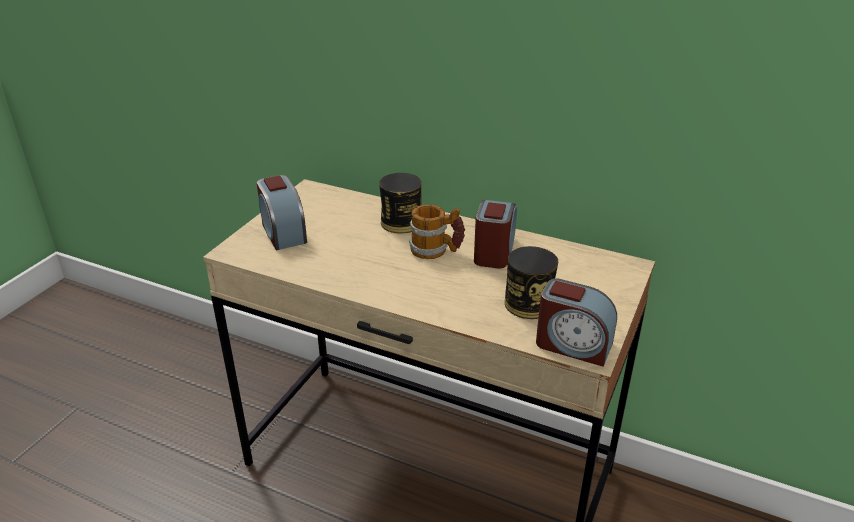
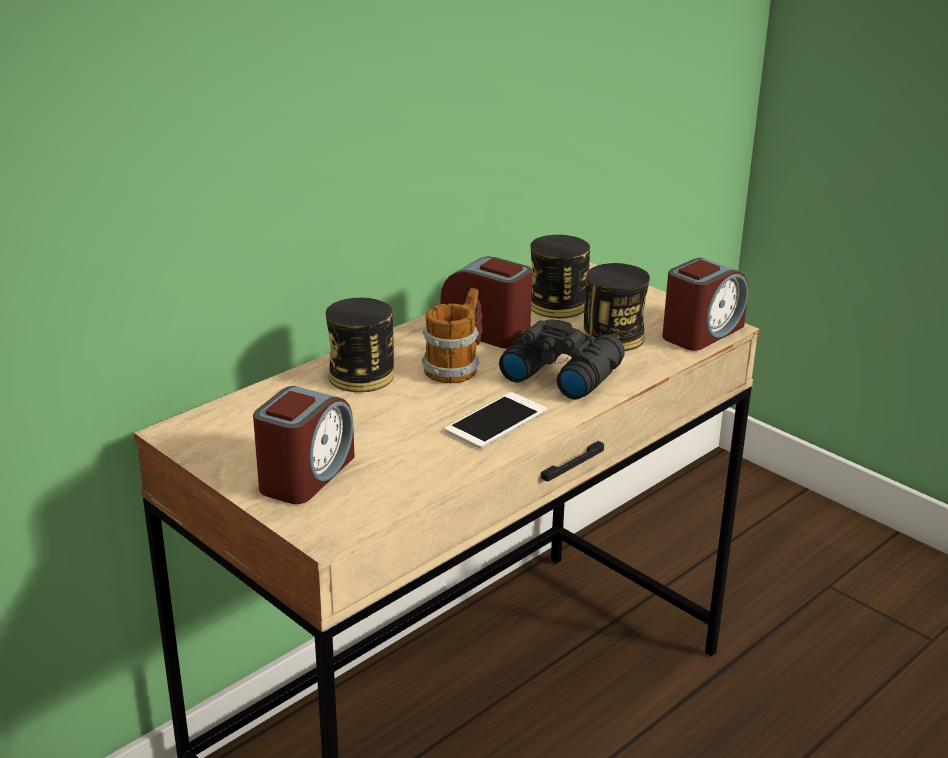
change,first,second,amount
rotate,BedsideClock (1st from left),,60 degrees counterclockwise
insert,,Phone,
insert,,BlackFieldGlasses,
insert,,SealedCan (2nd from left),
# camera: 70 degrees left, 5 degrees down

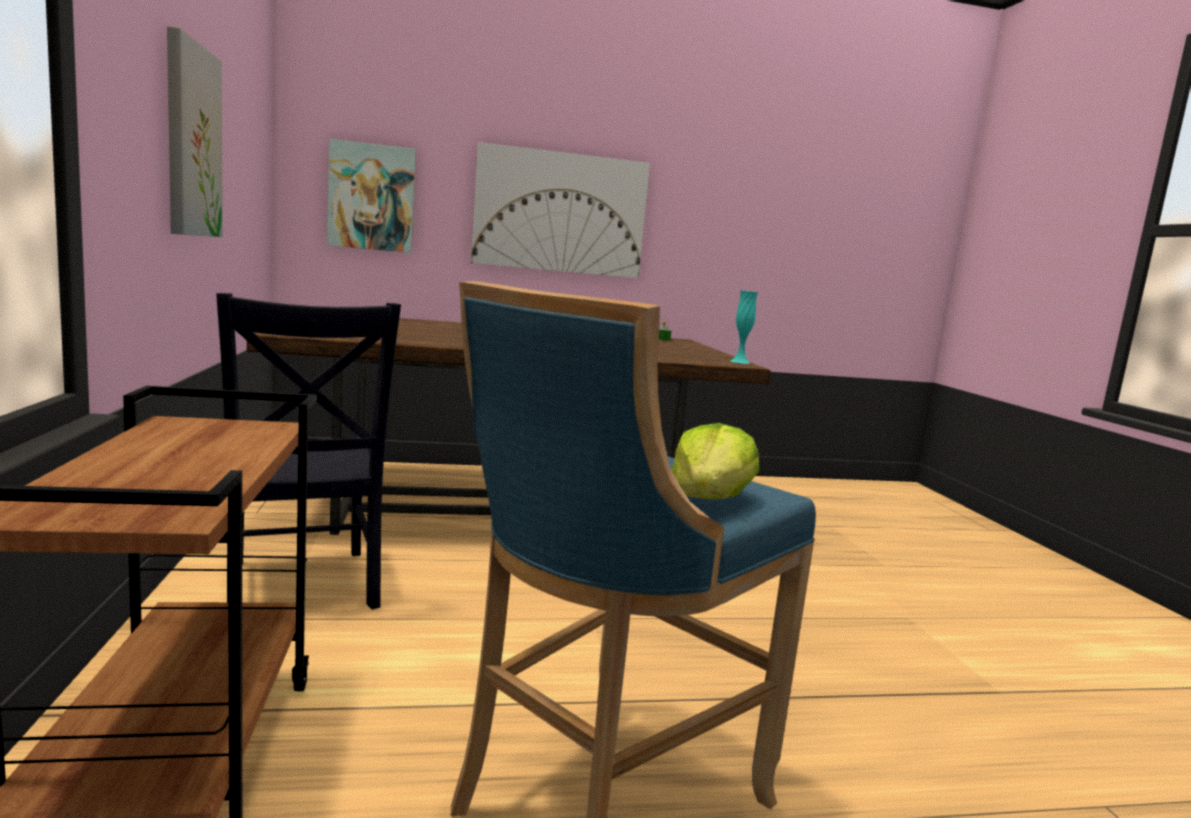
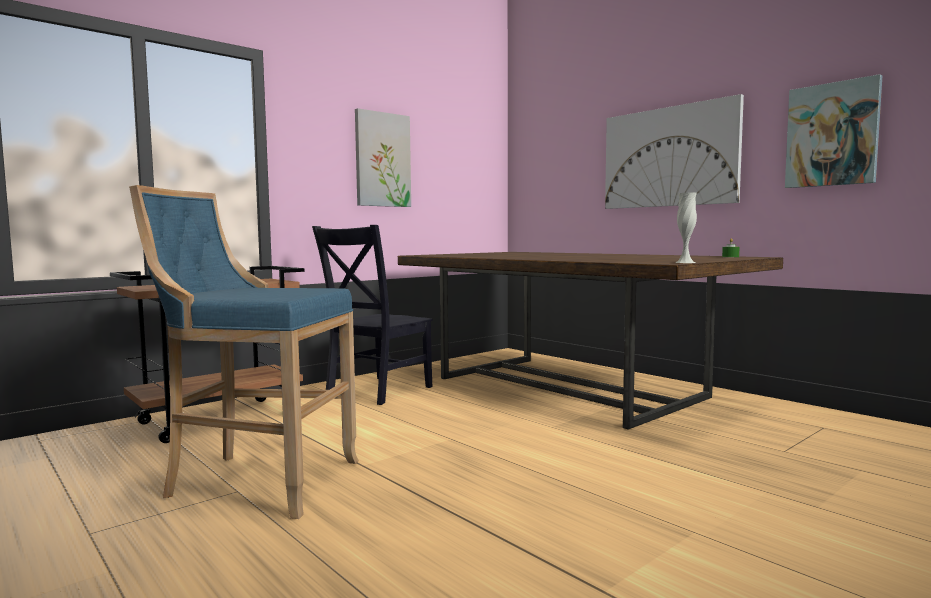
change,first,second,amount
move,WallPicture (2nd from left in the first image),WallPicture (3rd from left),
delete,Lettuce,,
recolor,BlueGreenFlowerVase,WhiteColouredFlowerVase,
# camera: 60 degrees right, 5 degrees down

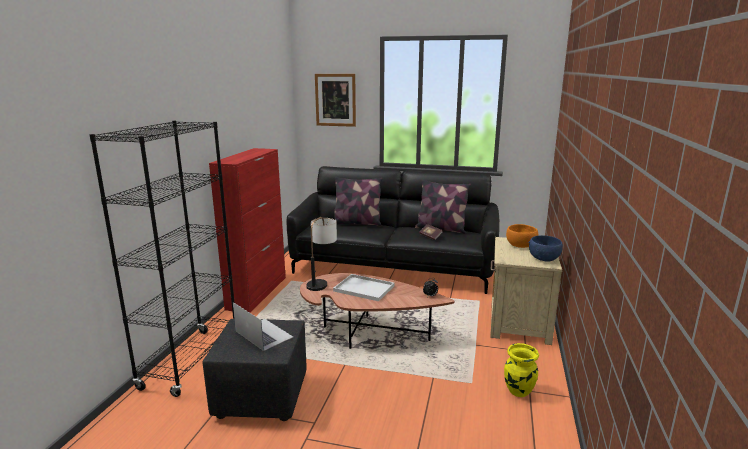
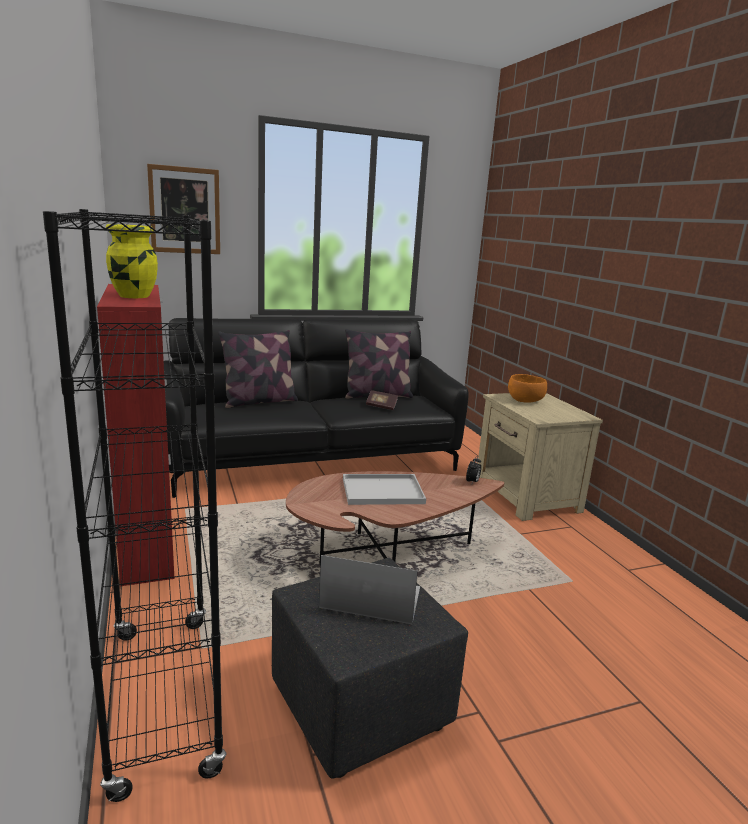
change,first,second,amount
delete,TableLamp,,
move,YellowColouredFlowerVase,,
delete,BlueServingBowl,,
# camera: 35 degrees left, 0 degrees up

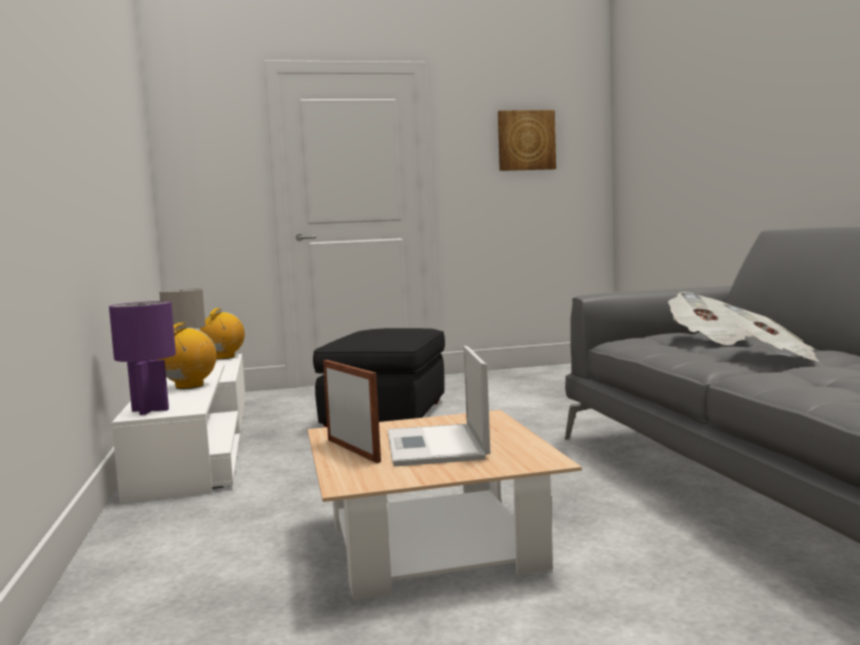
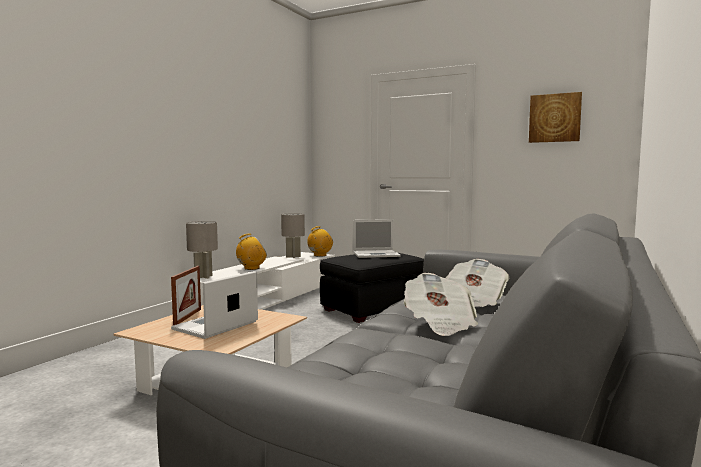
change,first,second,amount
recolor,PurpleTableLamp,GreyTableLamp (1st from left),
insert,,Laptop (2nd from left),
# camera: 40 degrees right, 0 degrees up

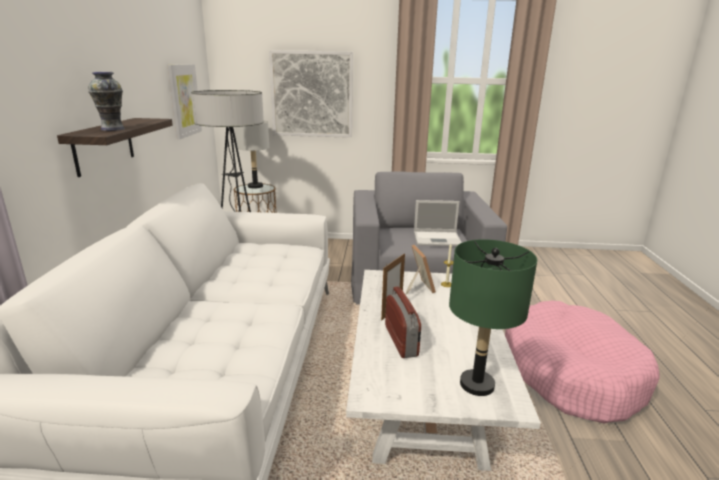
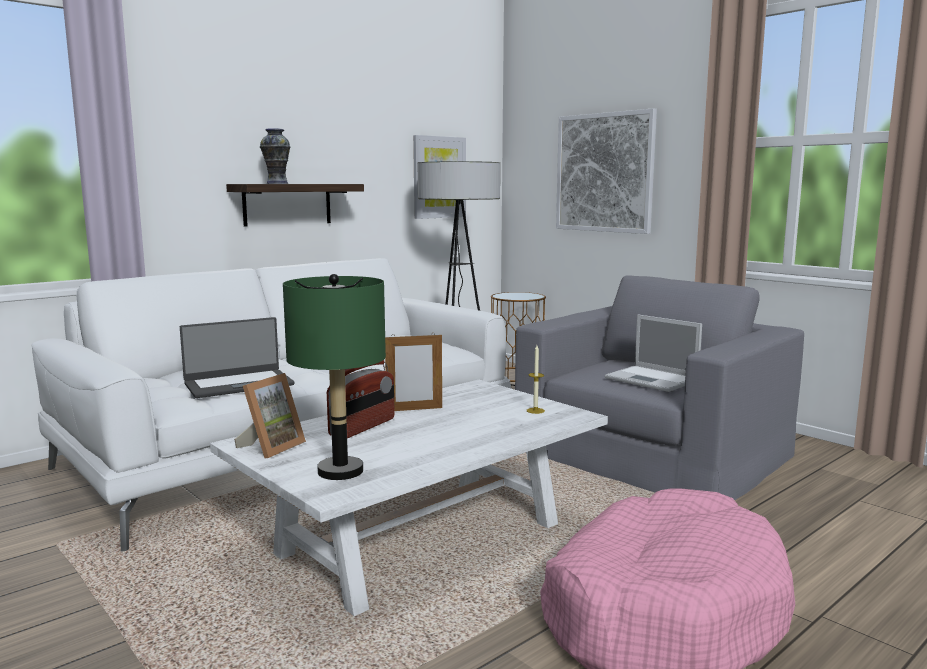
change,first,second,amount
delete,GreyTableLamp,,
move,PictureFrame (2nd from left in the first image),PictureFrame (1st from left),
insert,,Laptop (1st from left),
# camera: 45 degrees right, 10 degrees down

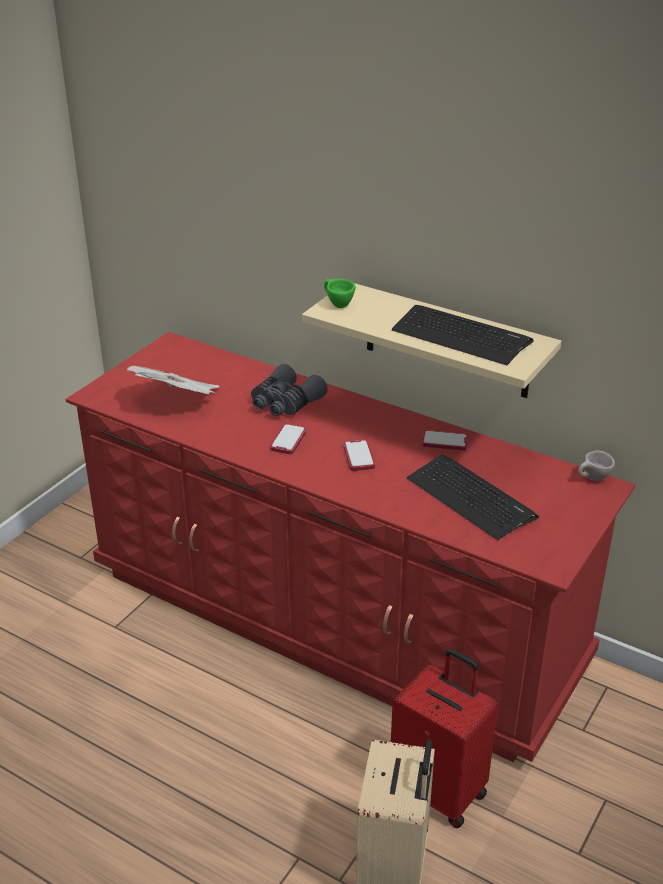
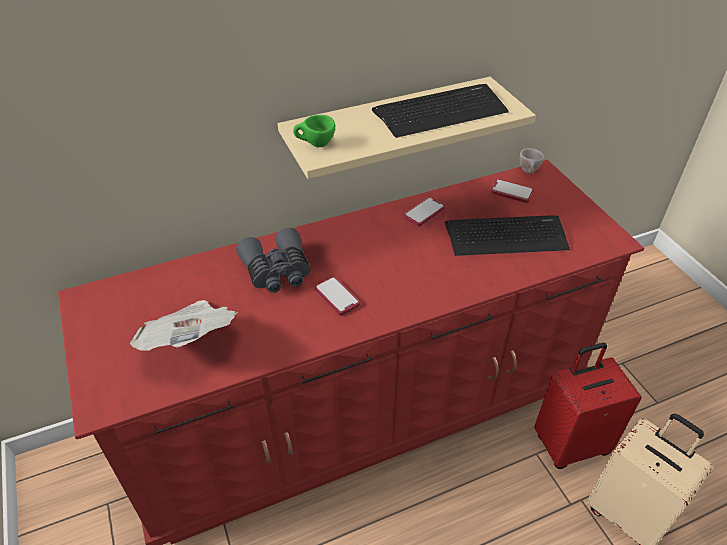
change,first,second,amount
move,Phone (2nd from left in the first image),Phone (3rd from left),
# camera: 55 degrees left, 10 degrees up

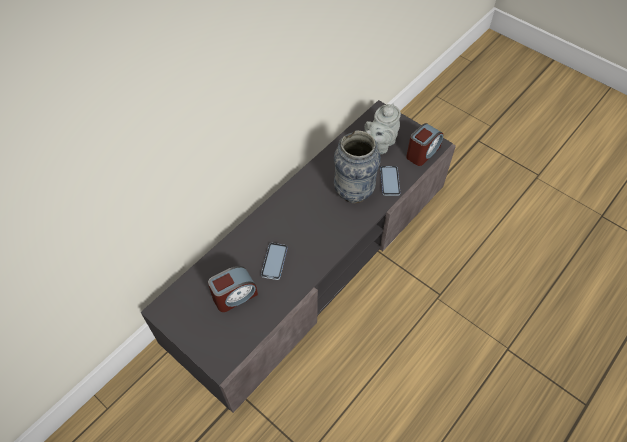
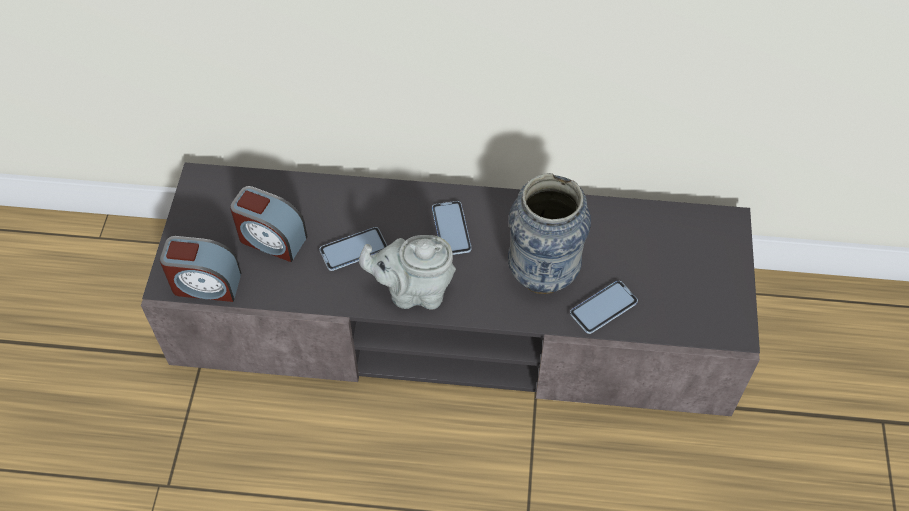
change,first,second,amount
move,GreyTeapot,,
move,BedsideClock (2nd from left in the first image),BedsideClock (1st from left),
insert,,Phone (2nd from left),
# camera: 55 degrees right, 0 degrees up

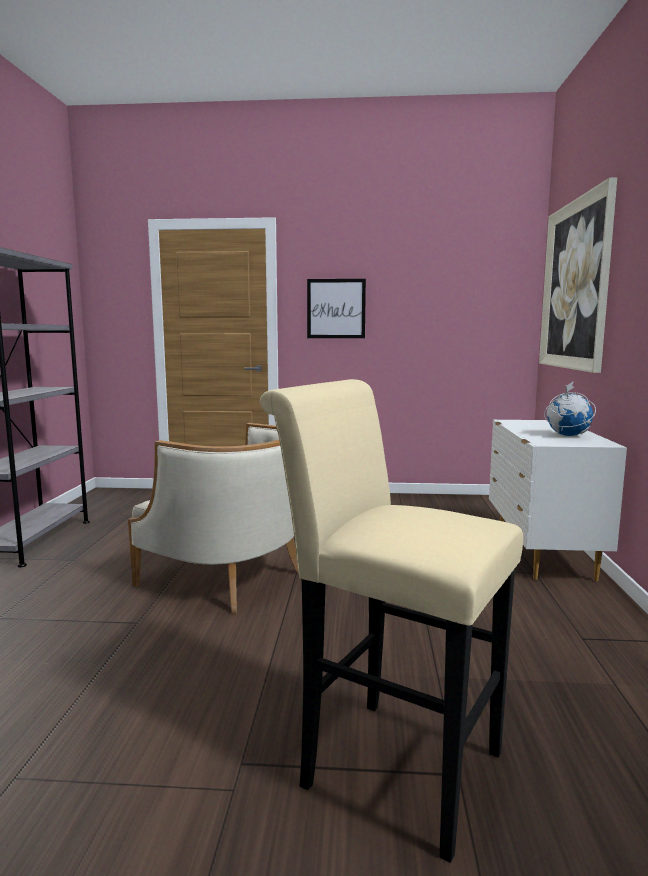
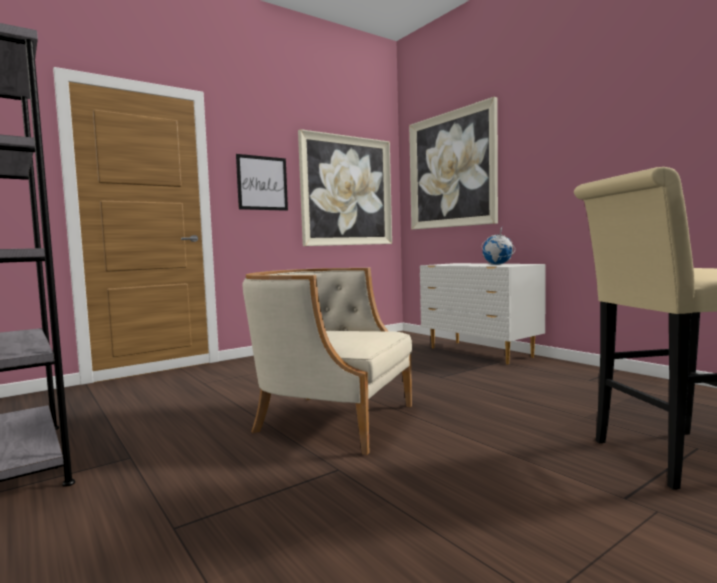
change,first,second,amount
rotate,SandColouredArmchair,,150 degrees counterclockwise
insert,,WallPicture (2nd from left),
# camera: 40 degrees left, 5 degrees down

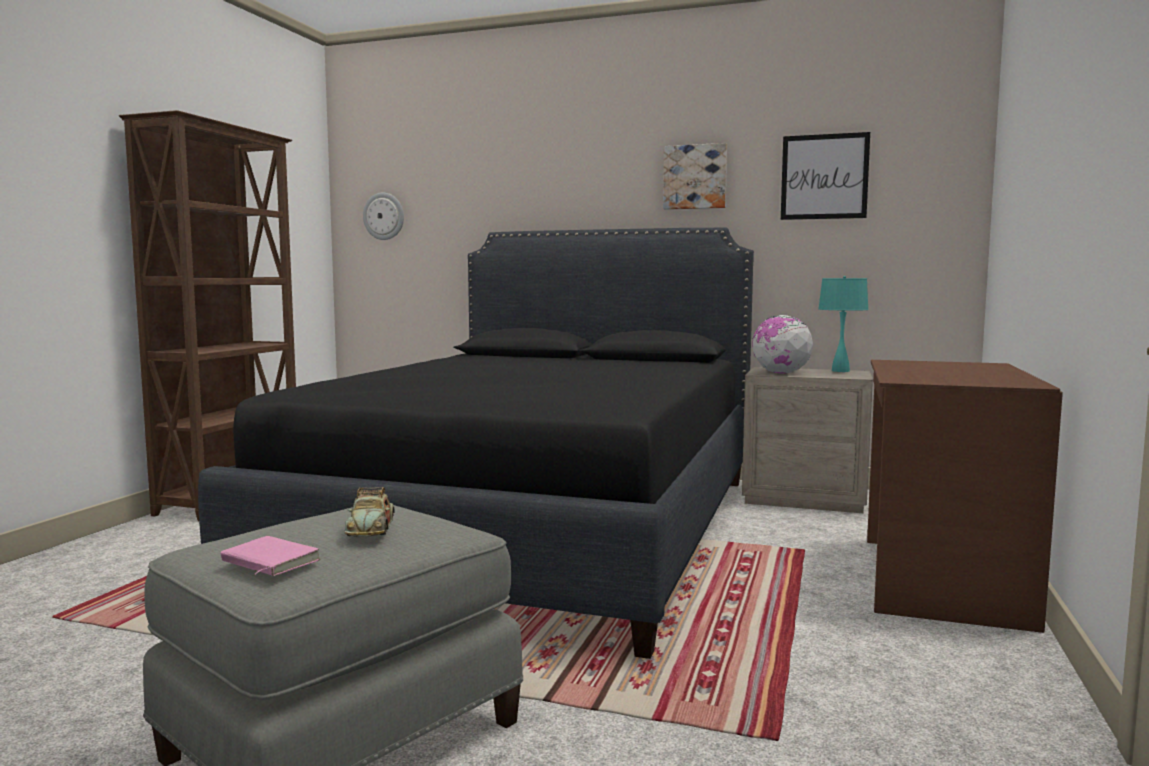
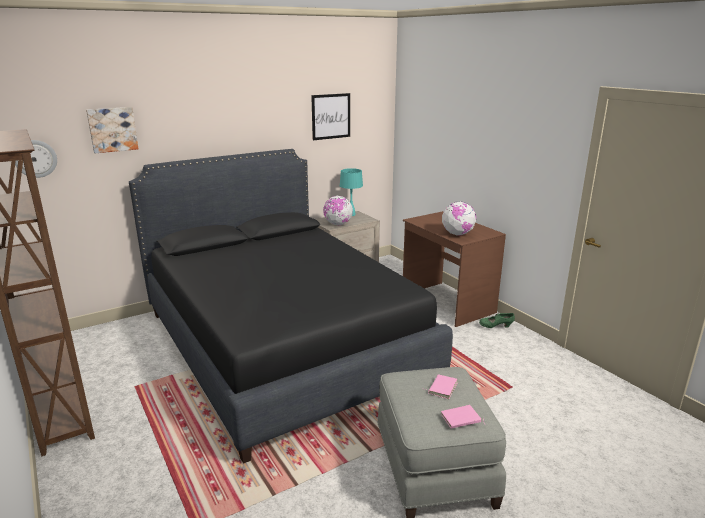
change,first,second,amount
replace,ToyCar,PinkVolume (1st from left),
move,WallPicture (1st from left),,
insert,,DeskGlobe (2nd from left),
insert,,GreenLowShoe,
# camera: 50 degrees left, 15 degrees up

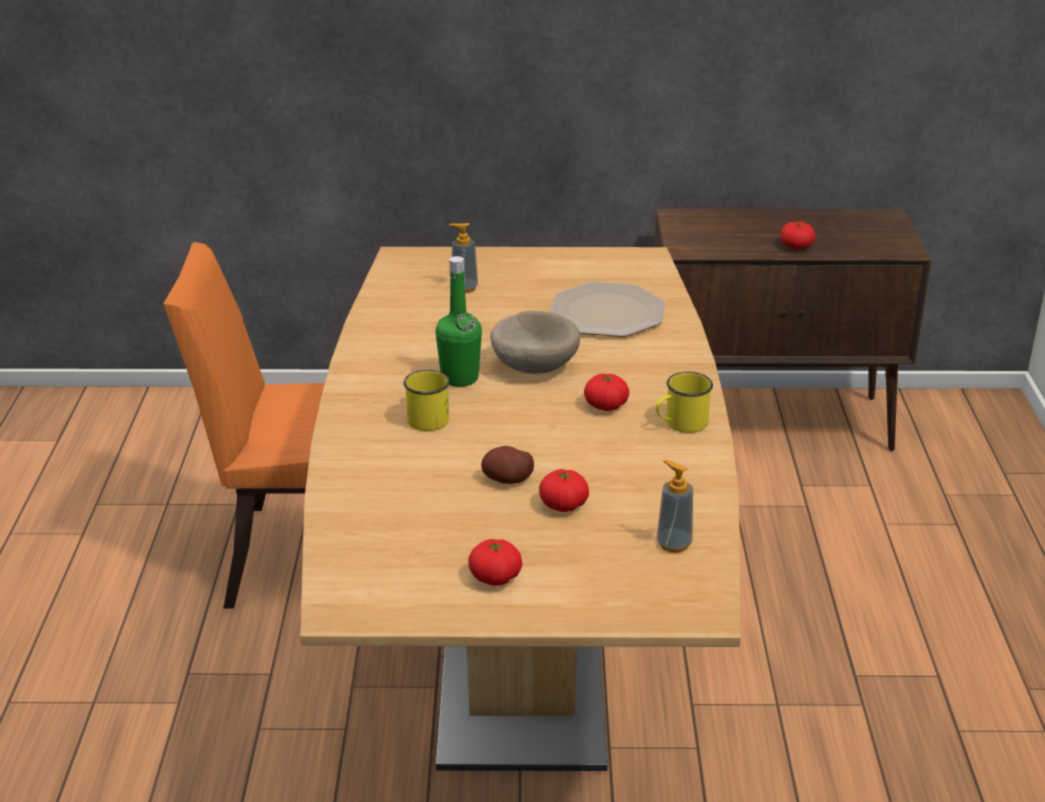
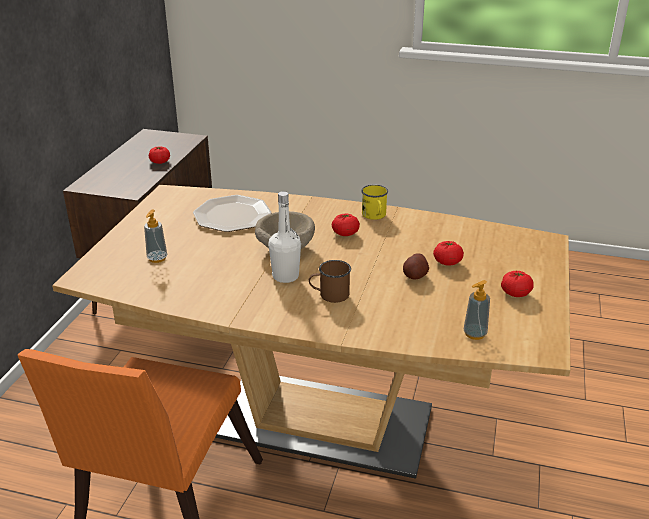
change,first,second,amount
recolor,YellowColouredMug (1st from left),BrownishMug,
recolor,GreenBottle,WhiteColouredBottle,
move,LiquidSoapBottle (2nd from left),,
# camera: 75 degrees left, 0 degrees up

